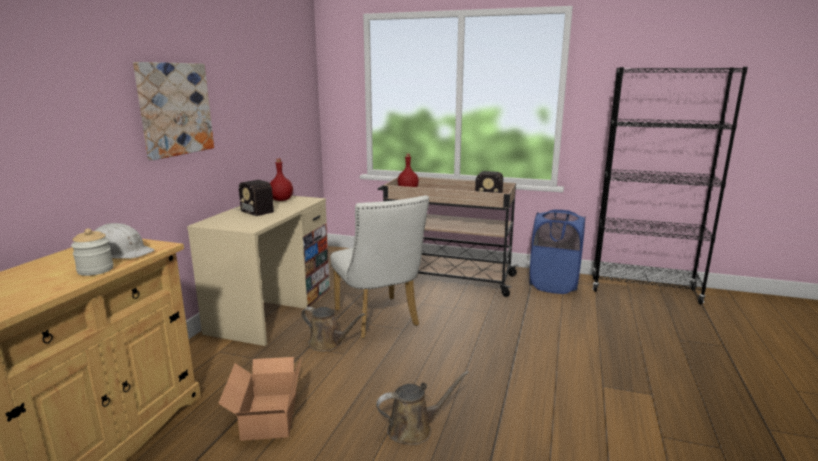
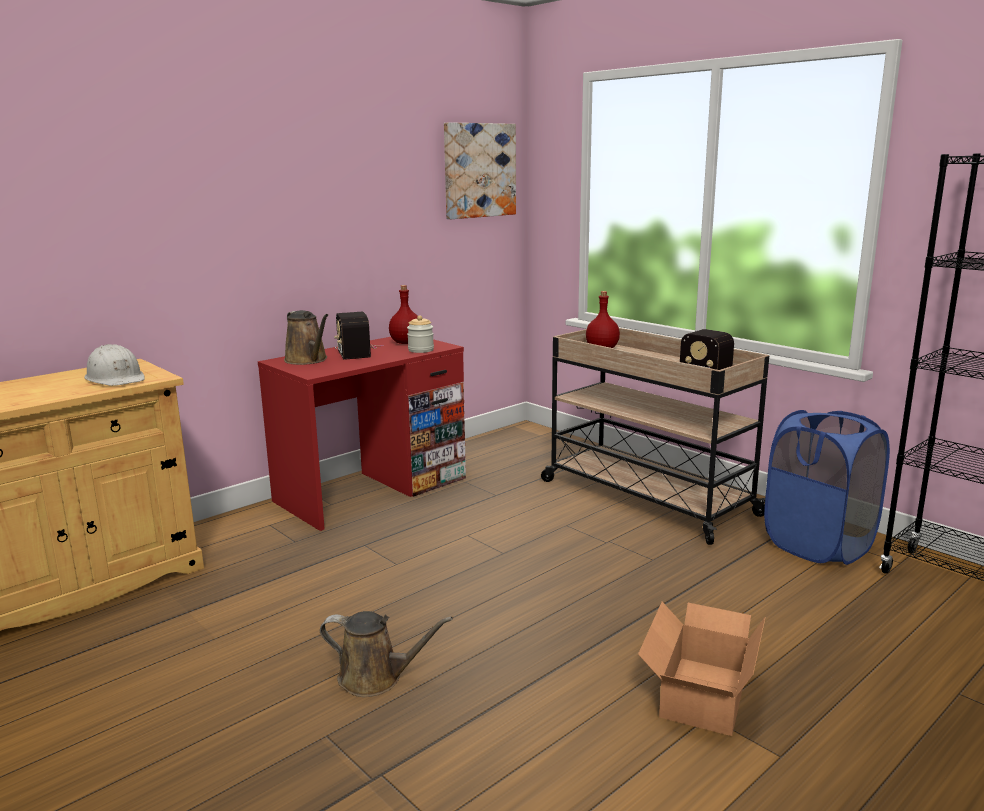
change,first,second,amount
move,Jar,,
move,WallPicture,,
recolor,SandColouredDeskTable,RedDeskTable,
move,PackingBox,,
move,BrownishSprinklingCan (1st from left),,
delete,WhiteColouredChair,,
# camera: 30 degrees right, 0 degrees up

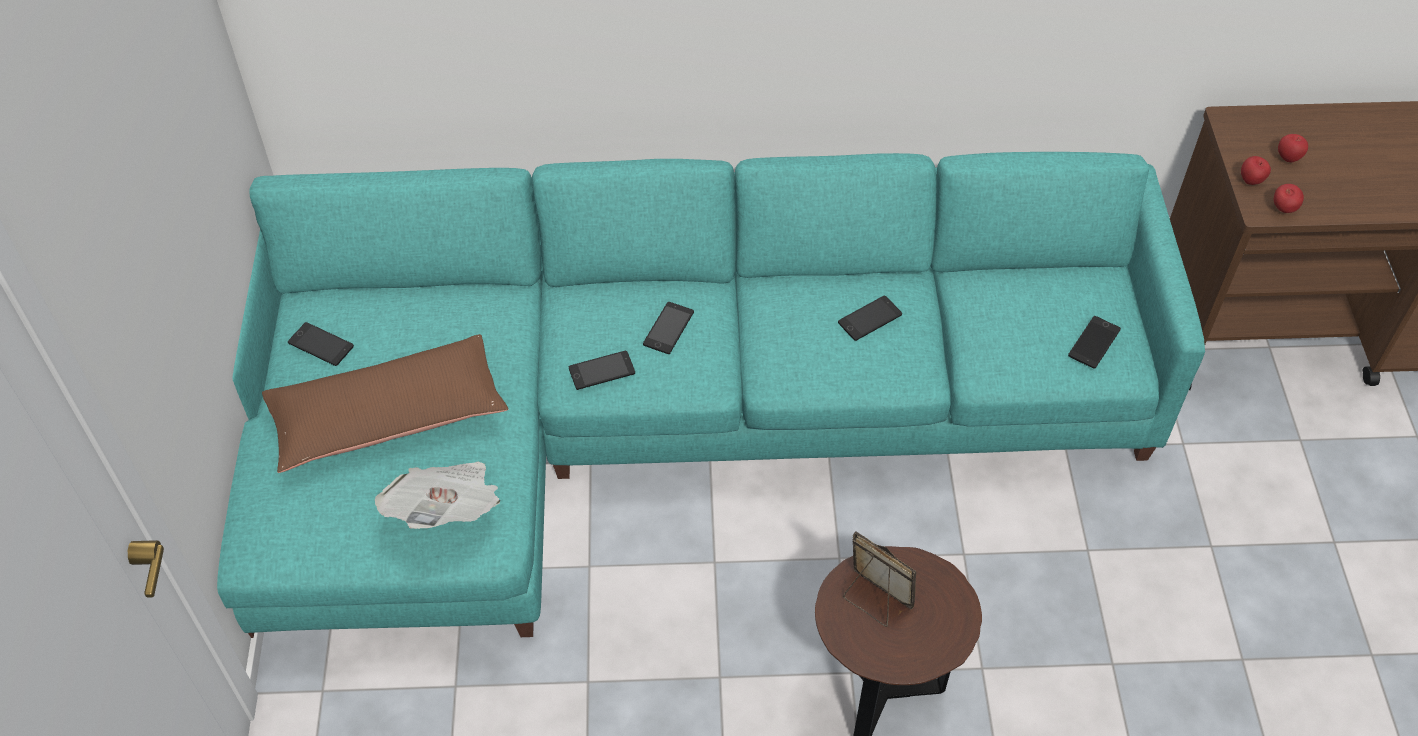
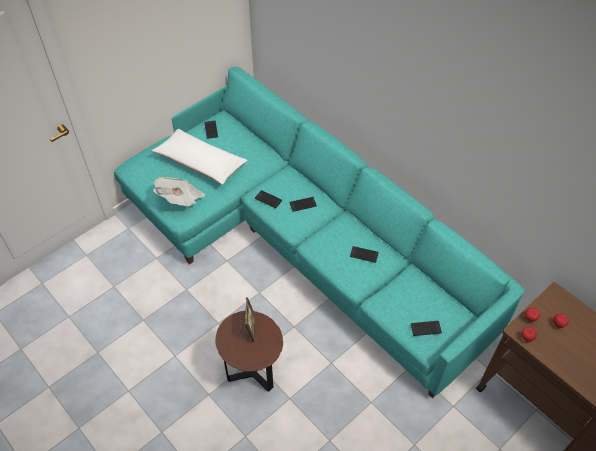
change,first,second,amount
recolor,BrownishThrowPillow,WhiteColouredThrowPillow,
# camera: 50 degrees right, 0 degrees up

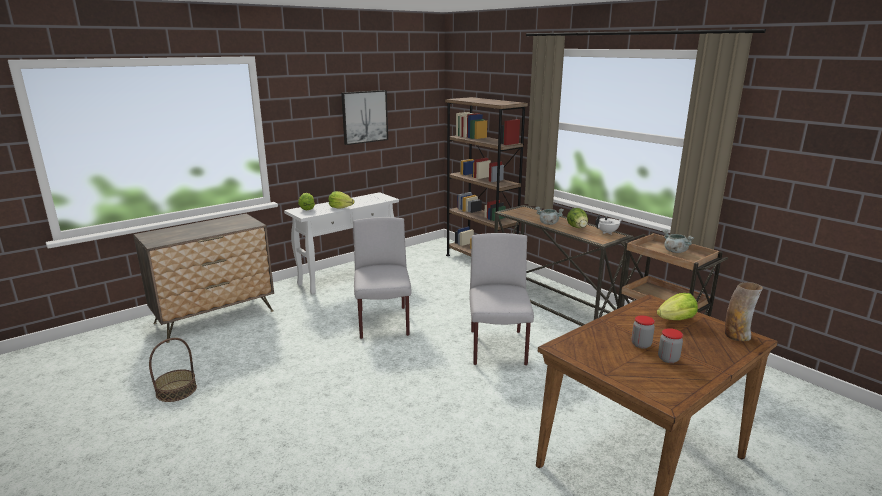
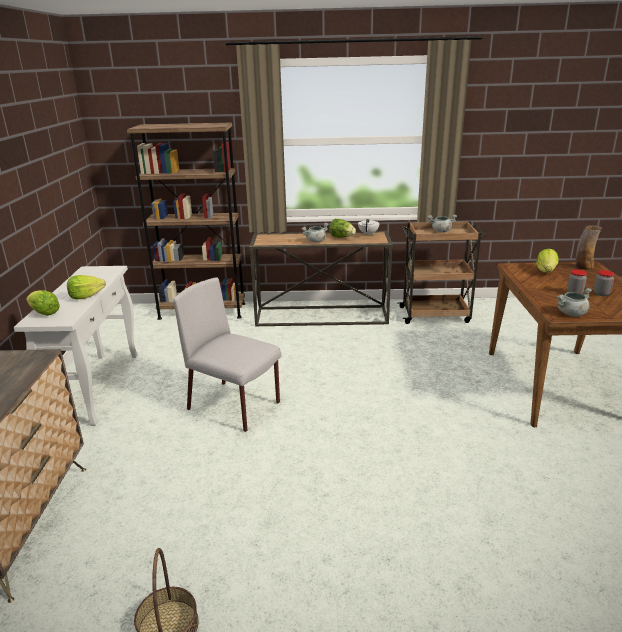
change,first,second,amount
delete,WallPicture,,
delete,GreyChair (2nd from left),,
insert,,GreySaucepot (3rd from left),
# camera: 50 degrees left, 5 degrees up

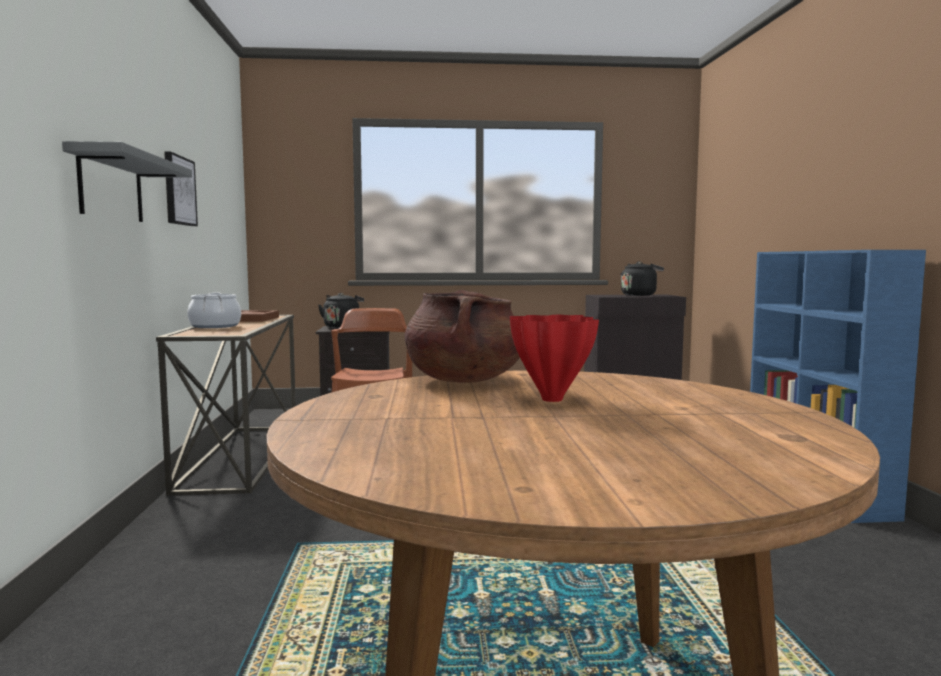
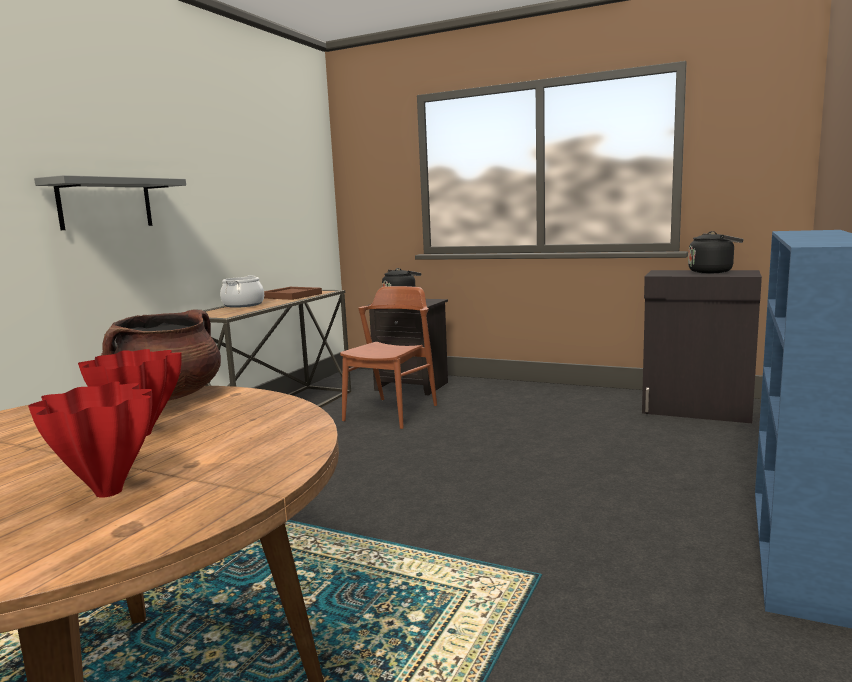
change,first,second,amount
delete,WallPicture,,
insert,,RedFlowerVase (1st from left),
# camera: 30 degrees right, 5 degrees up

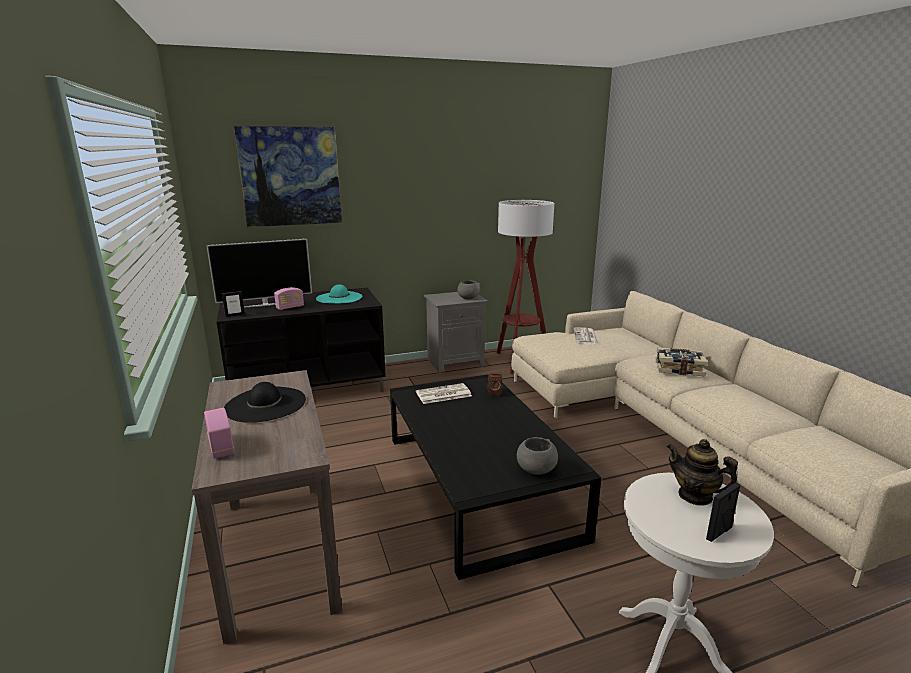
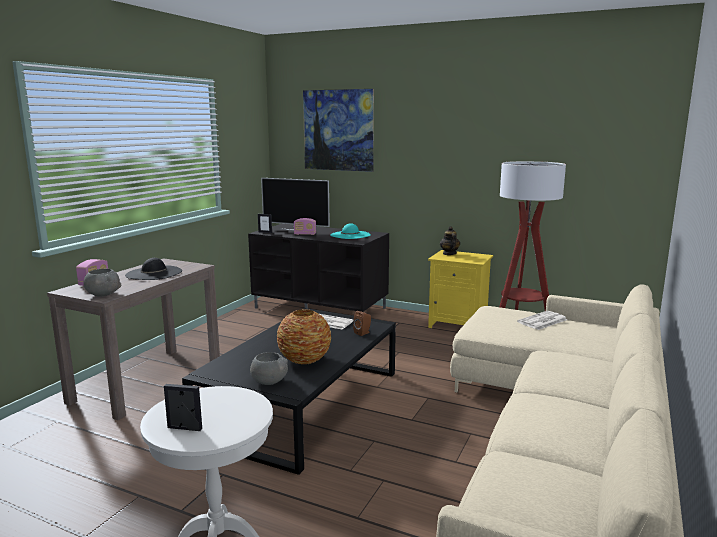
change,first,second,amount
recolor,GreyNightTable,YellowColouredNightTable,
move,GreyServingBowl (1st from left),,
delete,Volume,,
move,Teapot,,
insert,,FlowerVase,
# camera: 45 degrees right, 5 degrees down

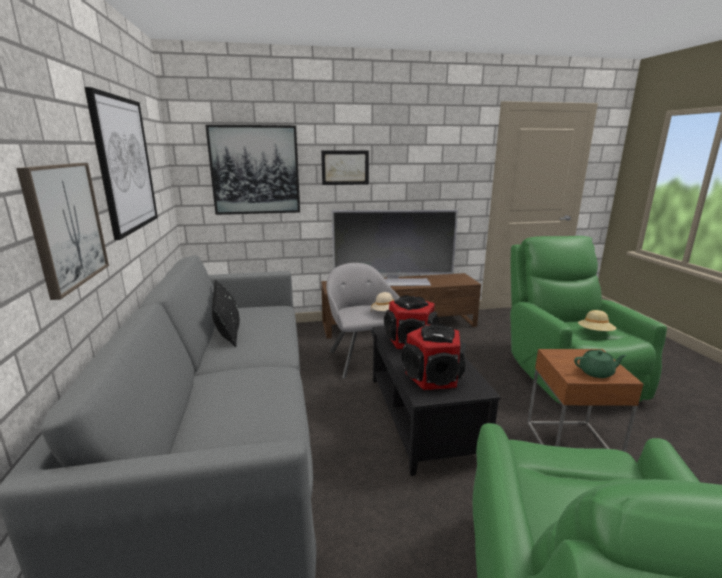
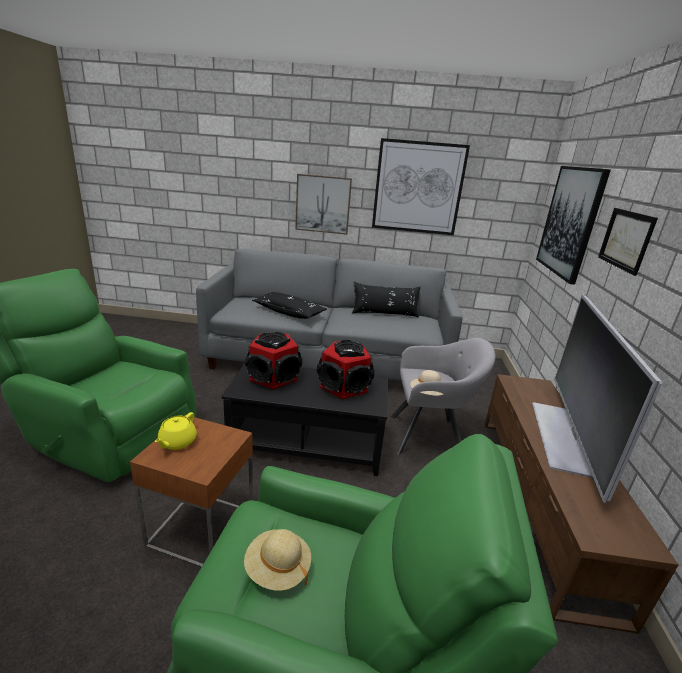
change,first,second,amount
recolor,GreenTeapot,YellowColouredTeapot,
insert,,BlackThrowPillow (1st from left),
# camera: 105 degrees right, 5 degrees up

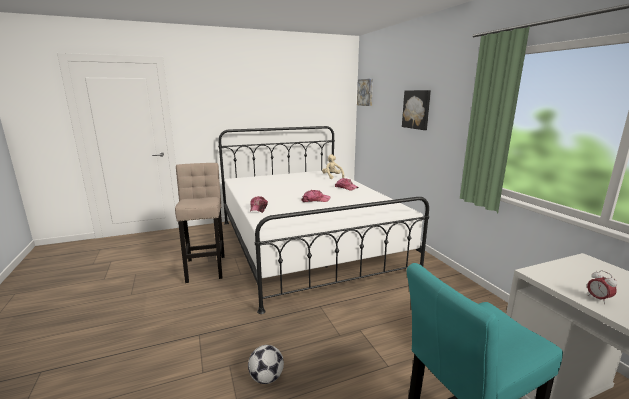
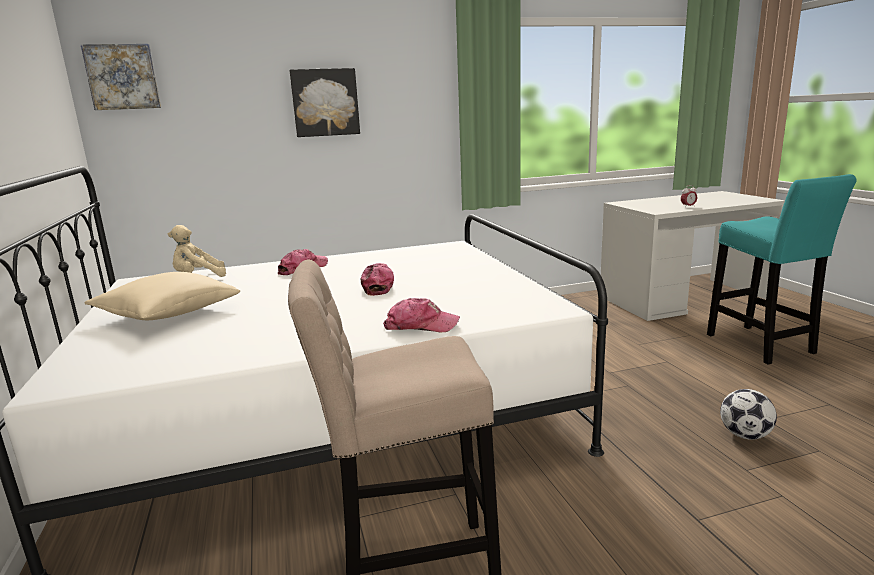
change,first,second,amount
insert,,SandColouredThrowPillow,
# camera: 85 degrees left, 0 degrees up

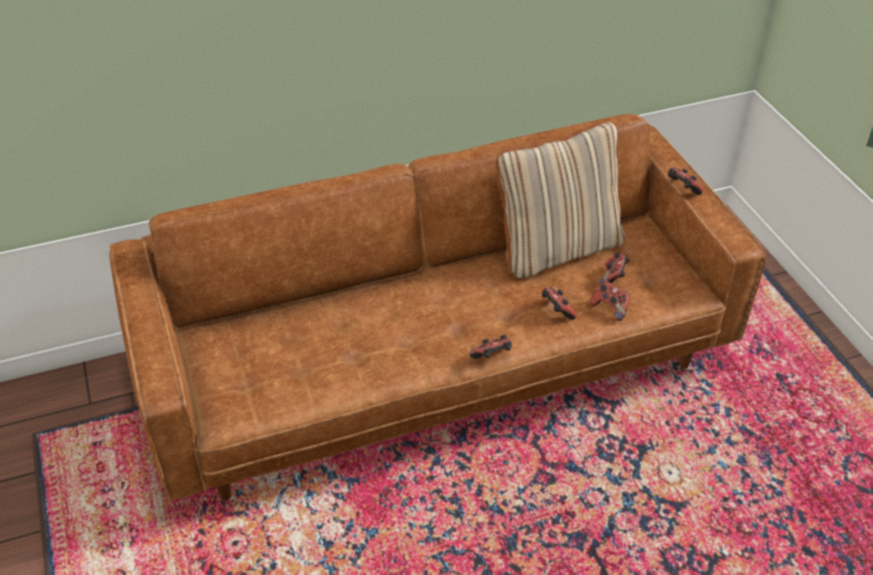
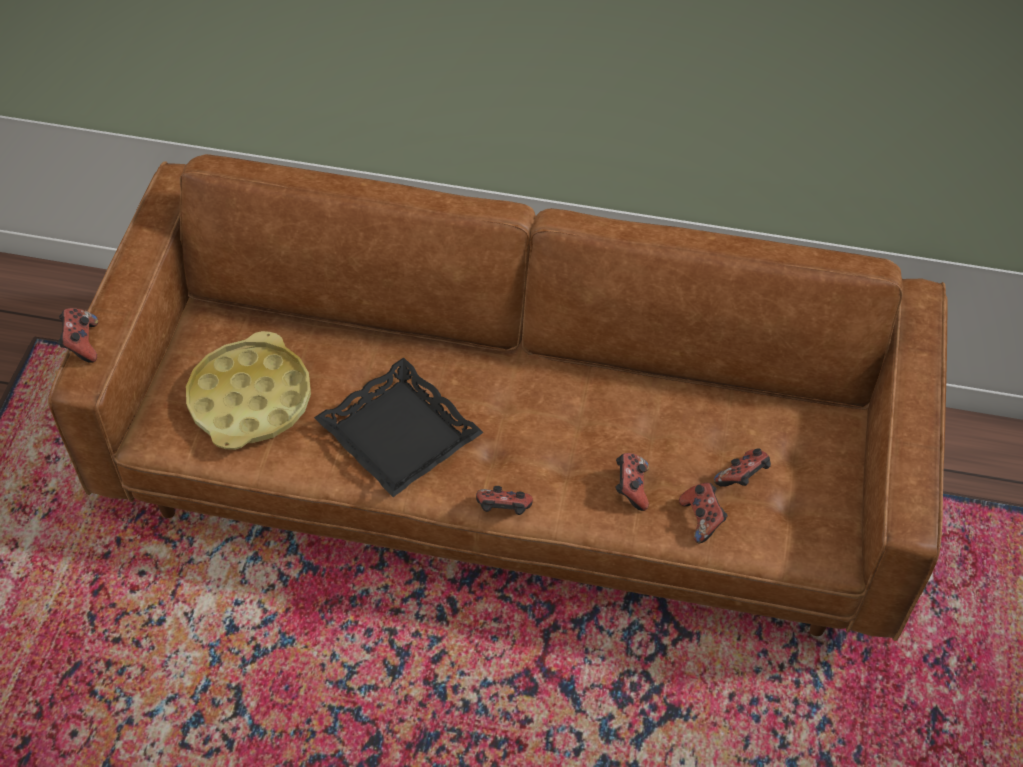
change,first,second,amount
delete,SandColouredThrowPillow,,
move,Gamepad (5th from left in the first image),Gamepad (1st from left),
insert,,YellowColouredServingTray,
insert,,BlackServingTray,
# camera: 30 degrees right, 10 degrees up

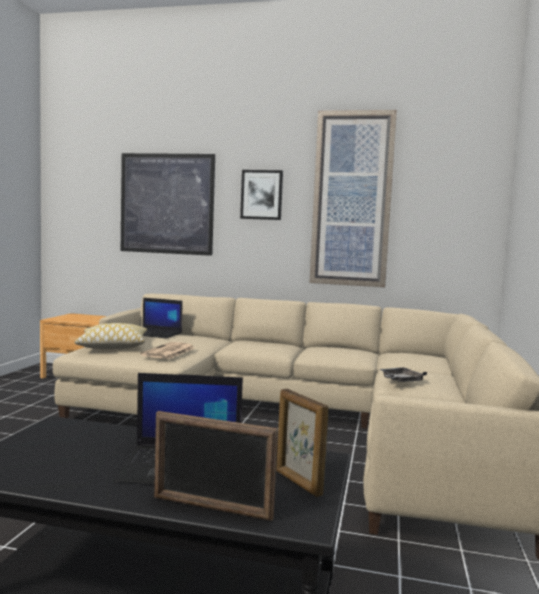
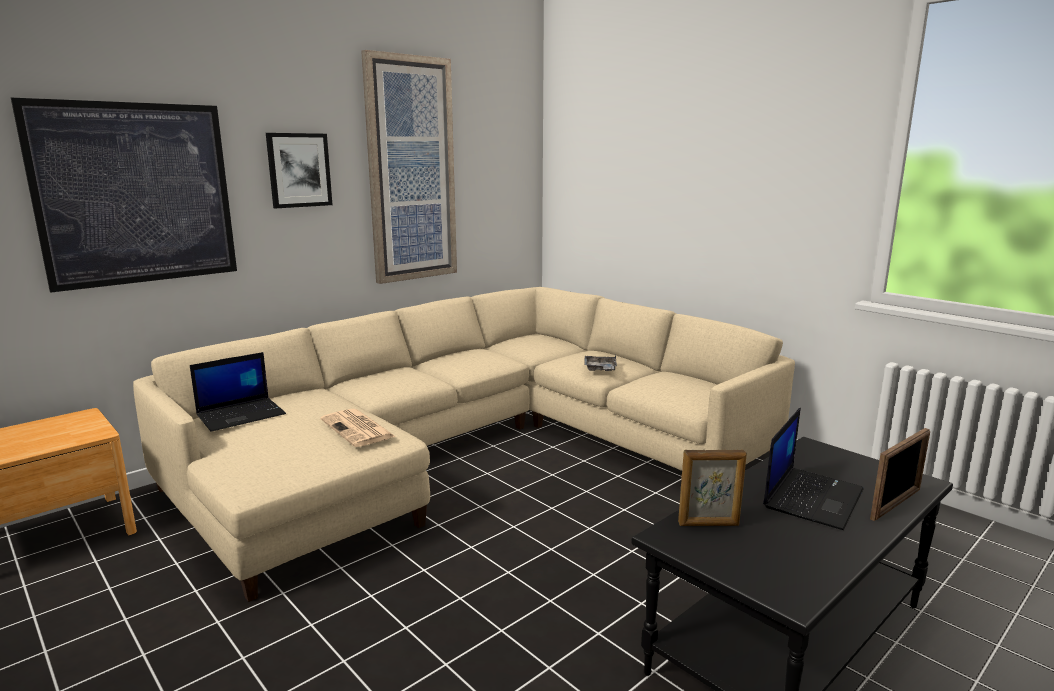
change,first,second,amount
delete,ThrowPillow,,
move,PictureFrame (2nd from left in the first image),PictureFrame (1st from left),
# camera: 55 degrees left, 10 degrees up

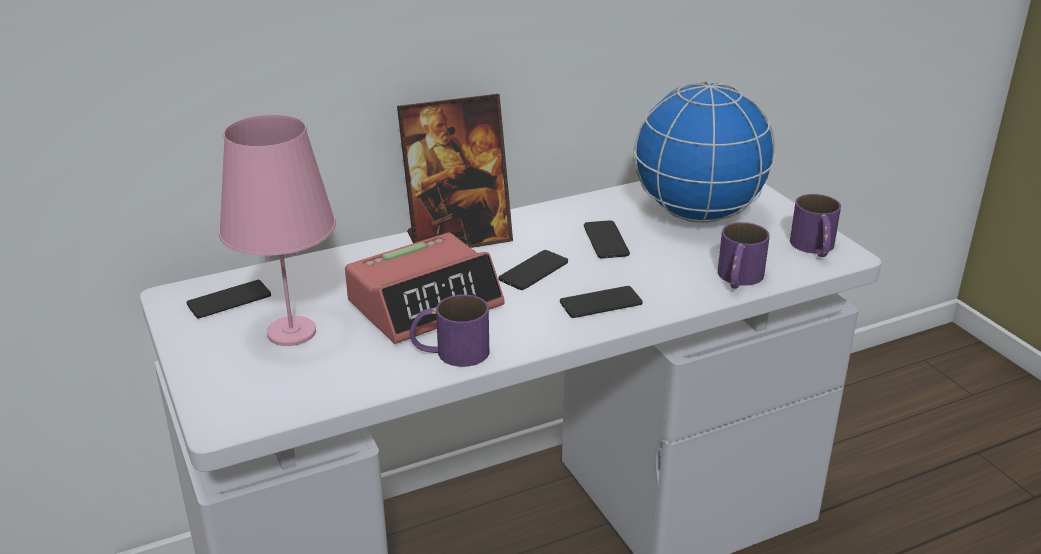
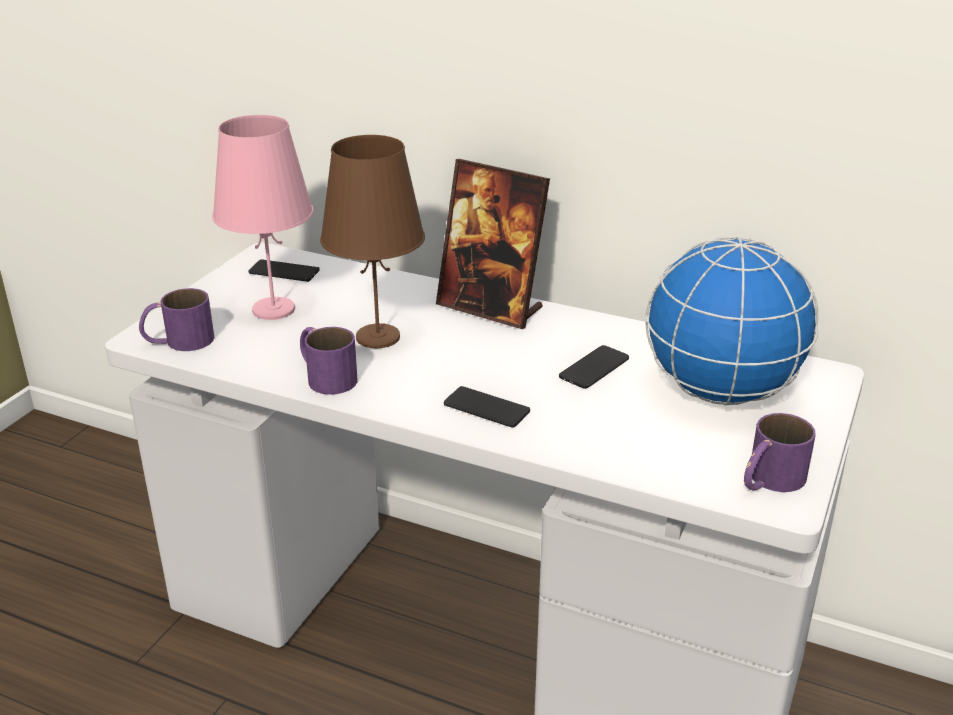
change,first,second,amount
replace,BedsideClock,BrownishTableLamp,
delete,Phone (2nd from left),,
move,PurpleMug (2nd from left in the first image),PurpleMug (1st from left),
# camera: 50 degrees right, 0 degrees up

